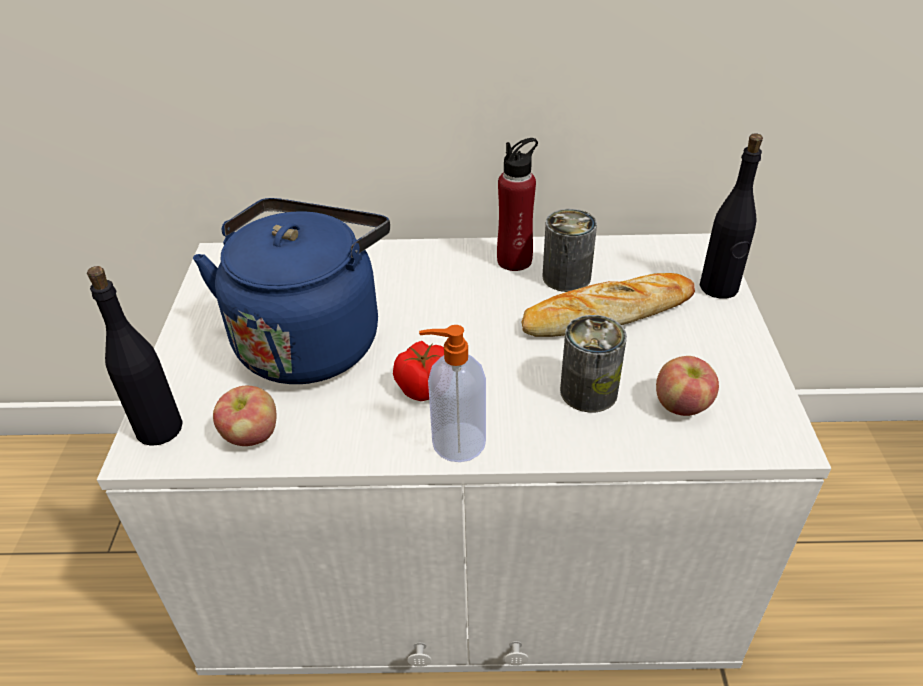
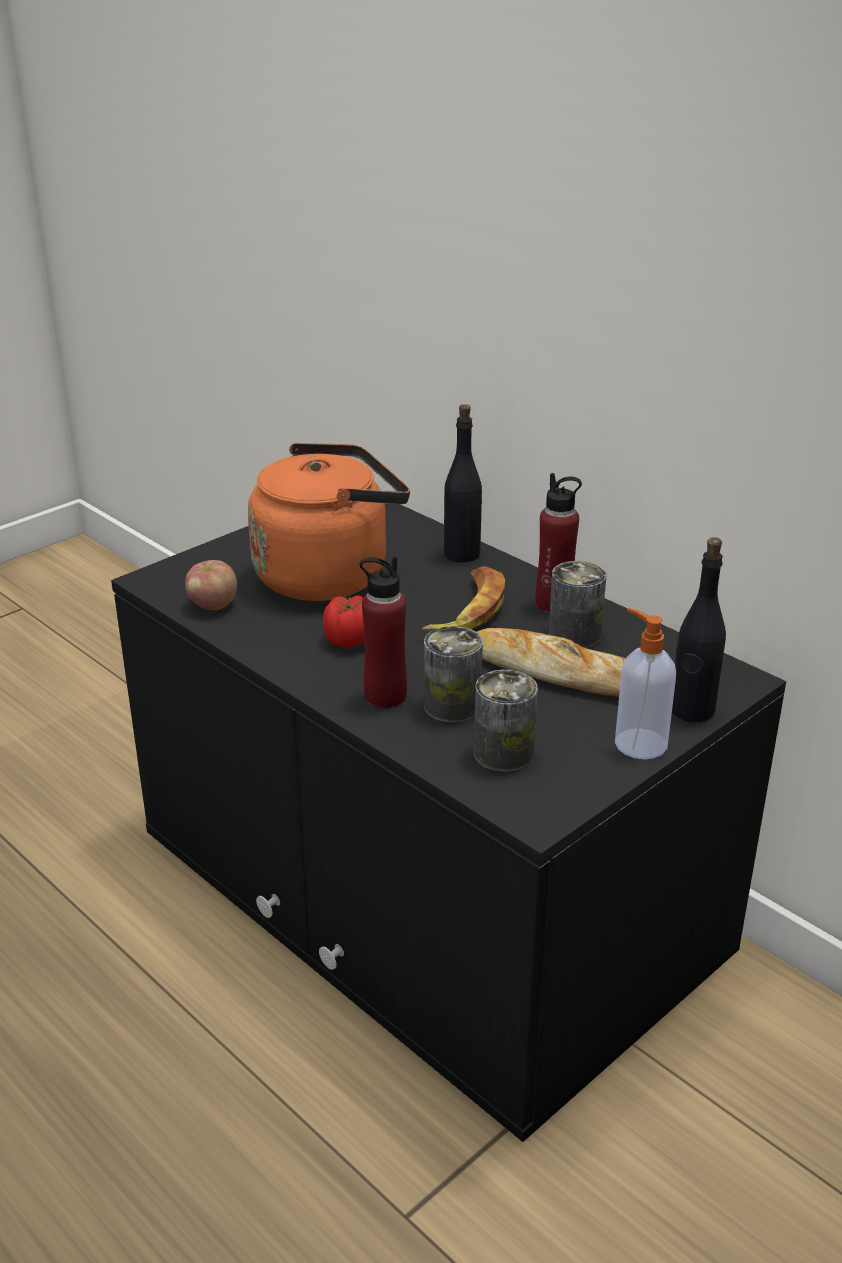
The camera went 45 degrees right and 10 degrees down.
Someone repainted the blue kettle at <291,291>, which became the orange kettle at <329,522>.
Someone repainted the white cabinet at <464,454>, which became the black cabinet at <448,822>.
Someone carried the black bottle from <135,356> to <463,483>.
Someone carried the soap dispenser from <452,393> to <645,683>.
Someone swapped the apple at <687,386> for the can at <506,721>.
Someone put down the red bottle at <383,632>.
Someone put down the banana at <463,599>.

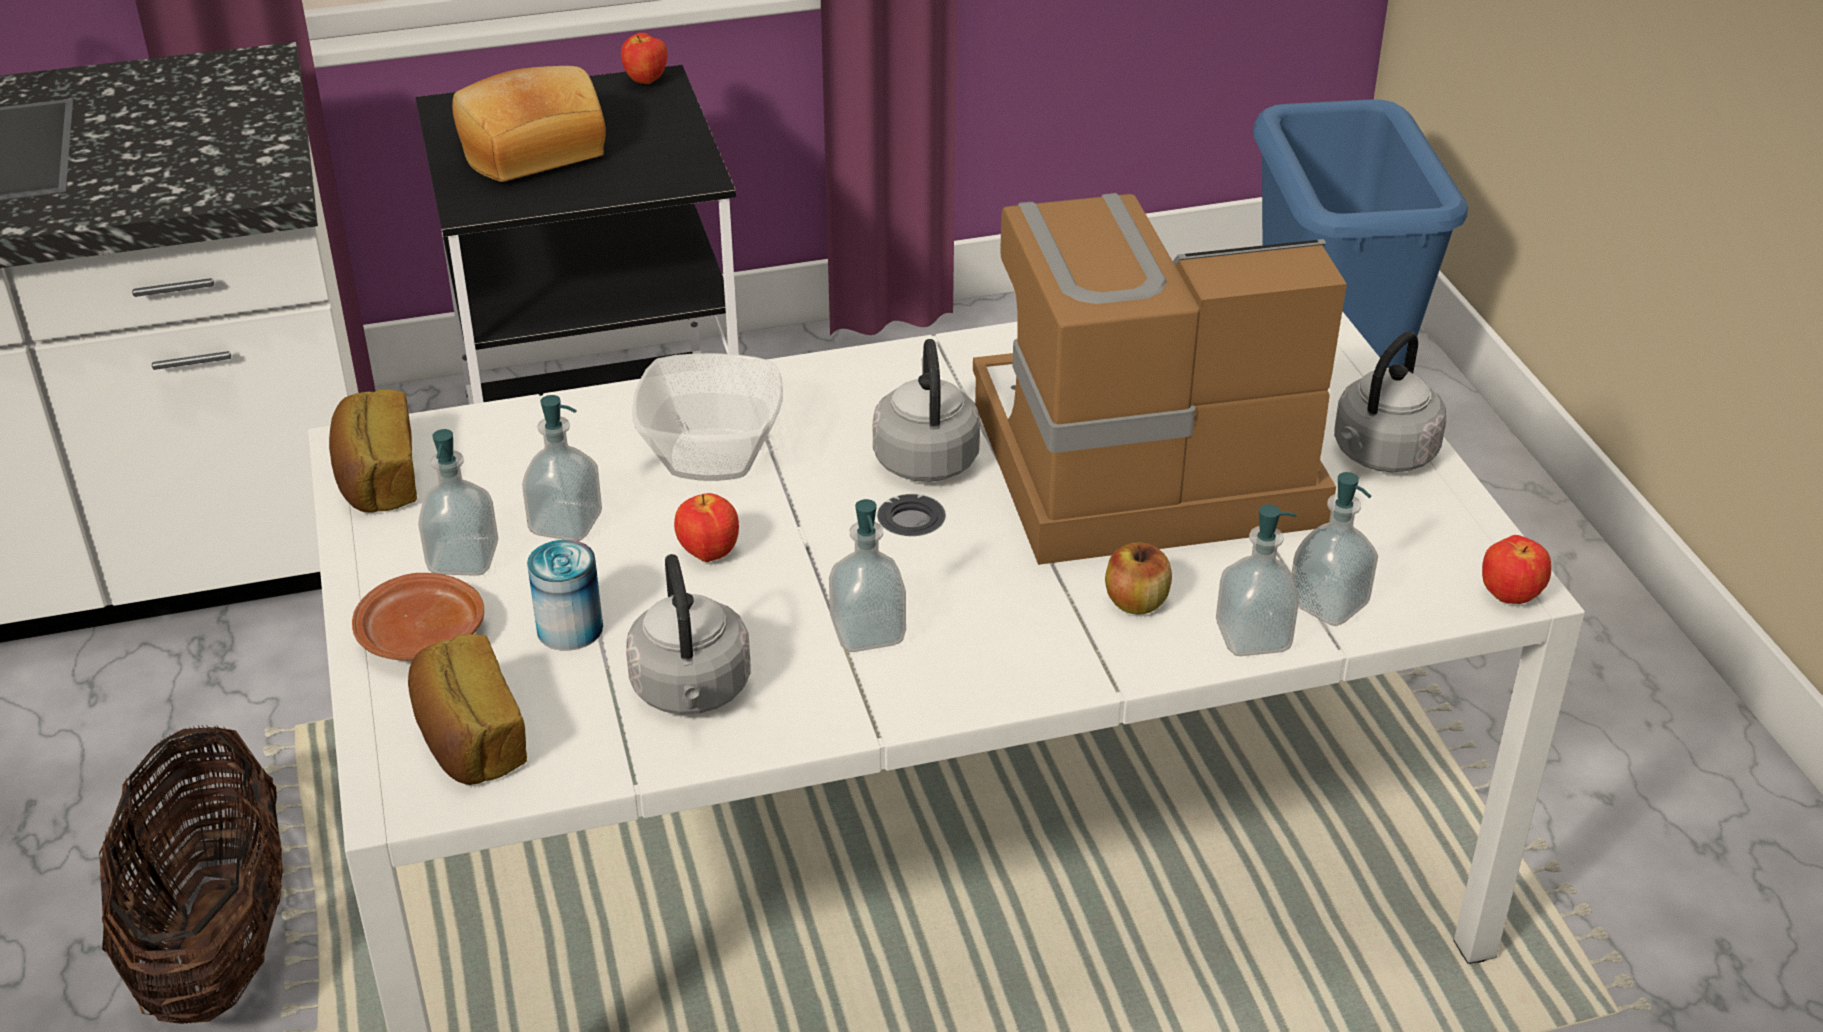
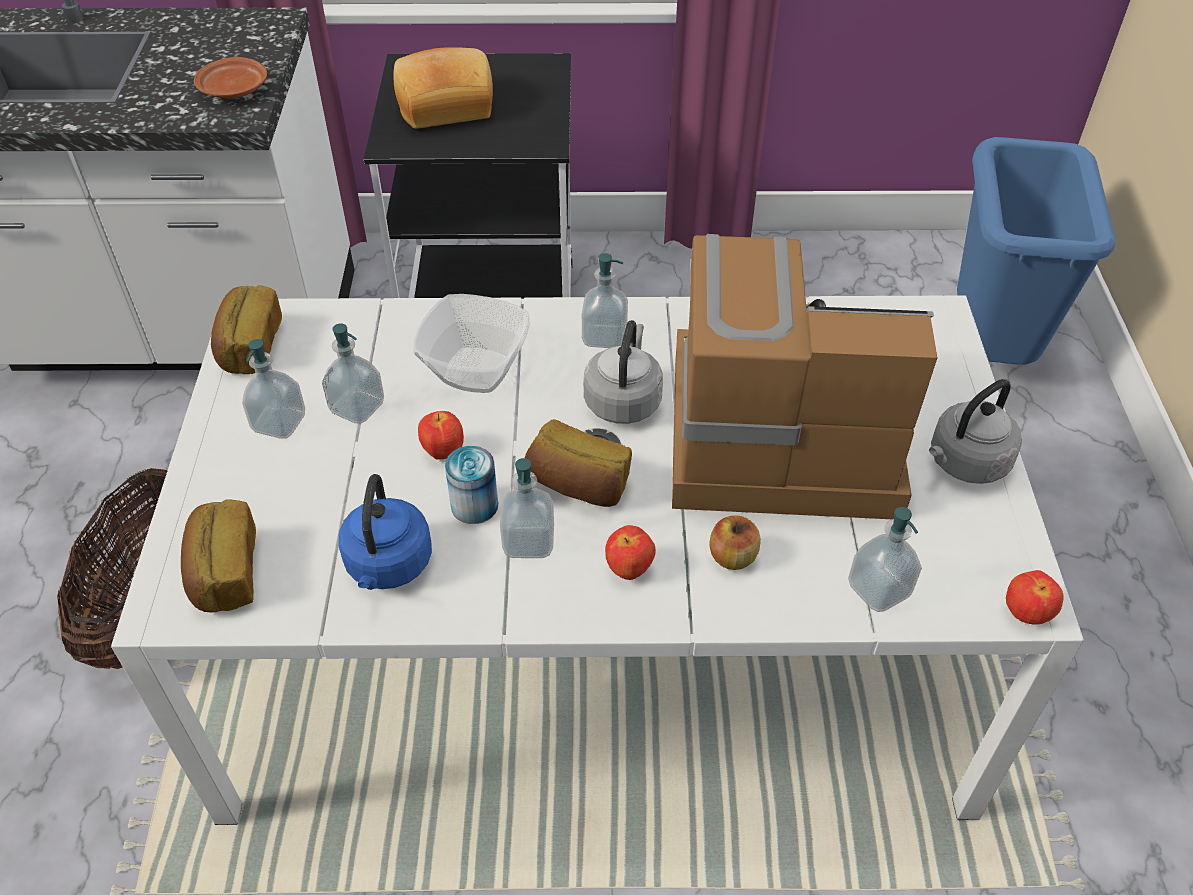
The camera went 15 degrees right and 10 degrees up.
Someone carried the apple from <644,58> to <630,552>.
Someone carried the soap dispenser from <1257,580> to <605,300>.
Someone carried the can from <565,595> to <471,485>.
Someone repainted the grey kettle at <688,634>, which became the blue kettle at <385,532>.
Someone carried the brown plate from <418,617> to <230,78>.
Someone put down the bread at <578,463>.

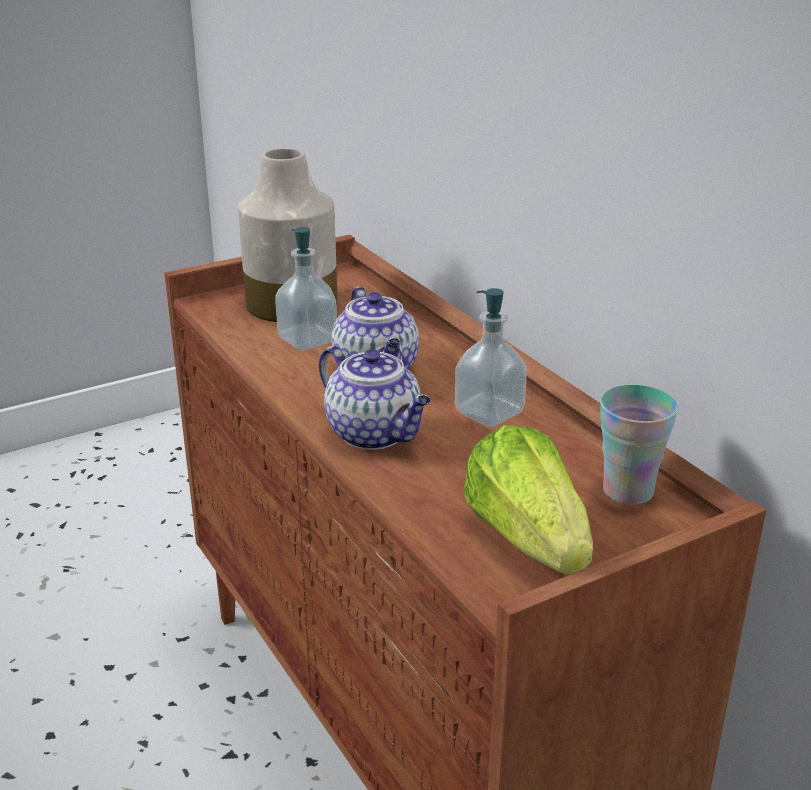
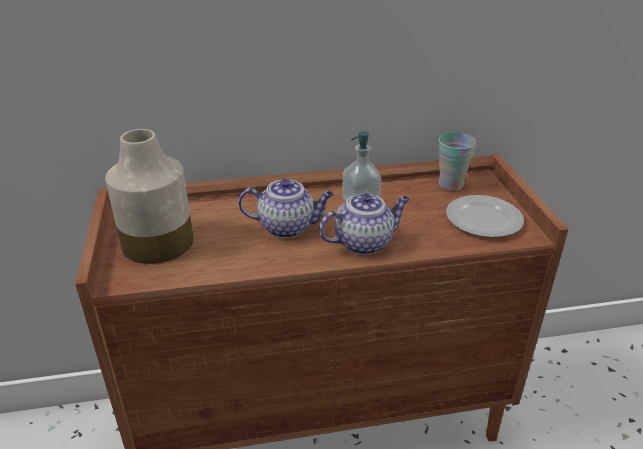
The camera went 70 degrees left and 5 degrees up.
Someone took away the soap dispenser at <306,289>.
Someone swapped the lettuce at <528,500> for the plate at <485,216>.

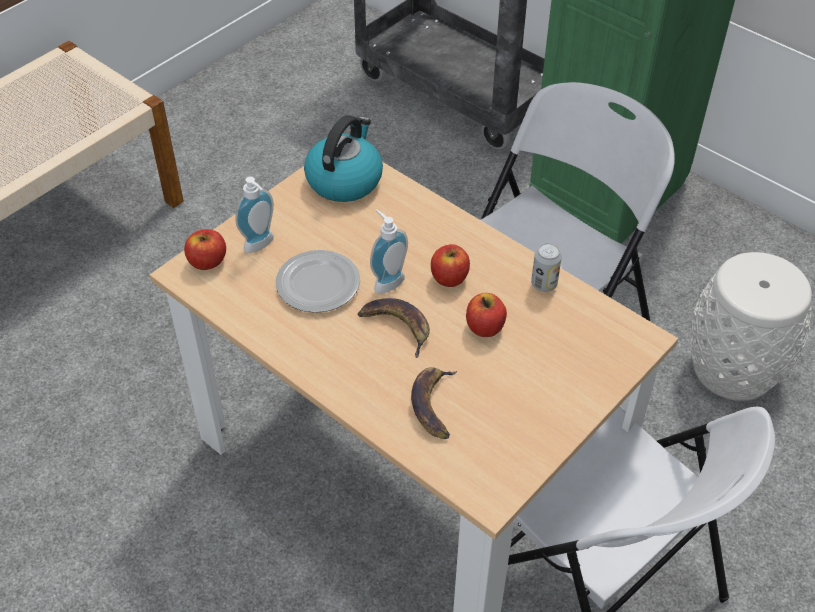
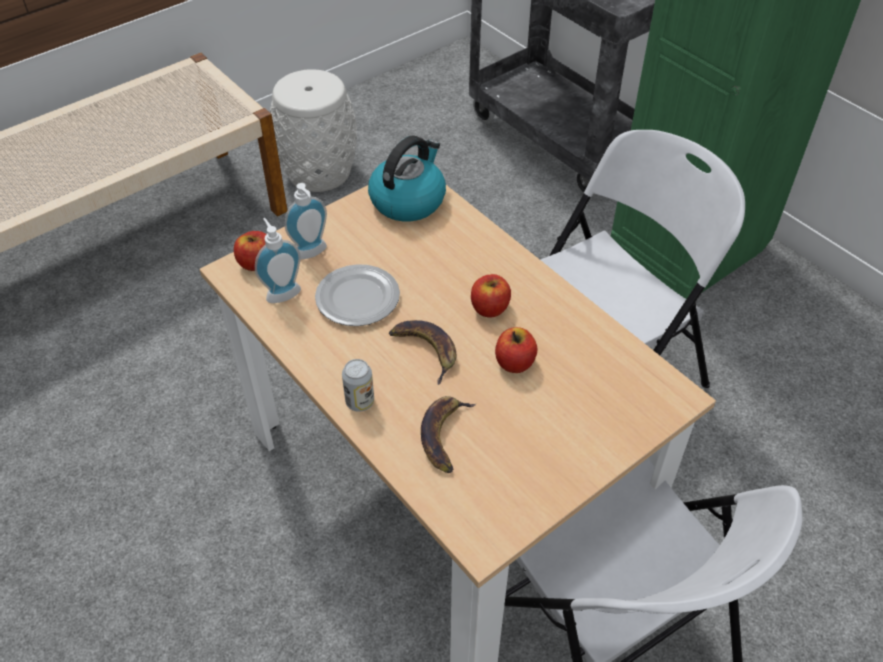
The camera went 10 degrees right and 0 degrees up.
Someone carried the soap dispenser from <389,251> to <278,260>.
Someone carried the can from <546,267> to <358,385>.
Someone carried the white stool from <751,326> to <313,130>.

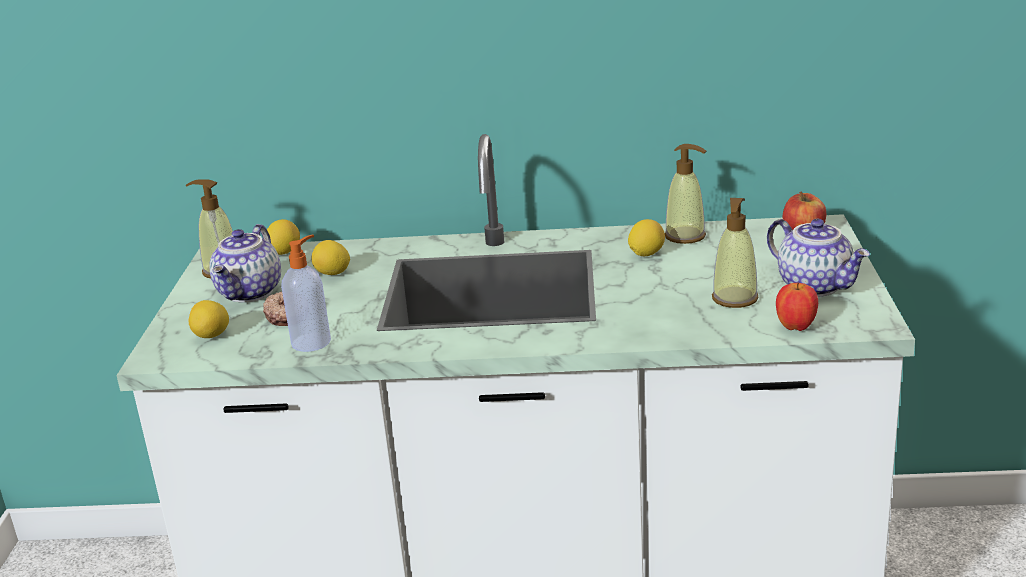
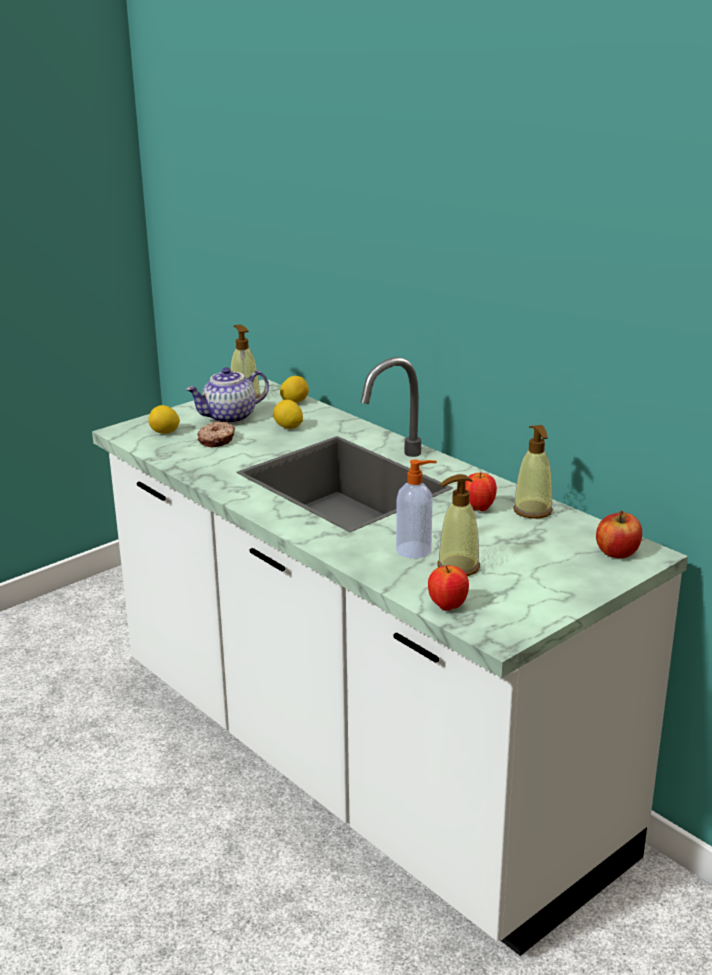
The camera went 45 degrees right and 0 degrees up.
Someone swapped the lemon at <646,237> for the apple at <481,491>.
Someone took away the teapot at <818,258>.
Someone carried the soap dispenser from <306,293> to <416,509>.

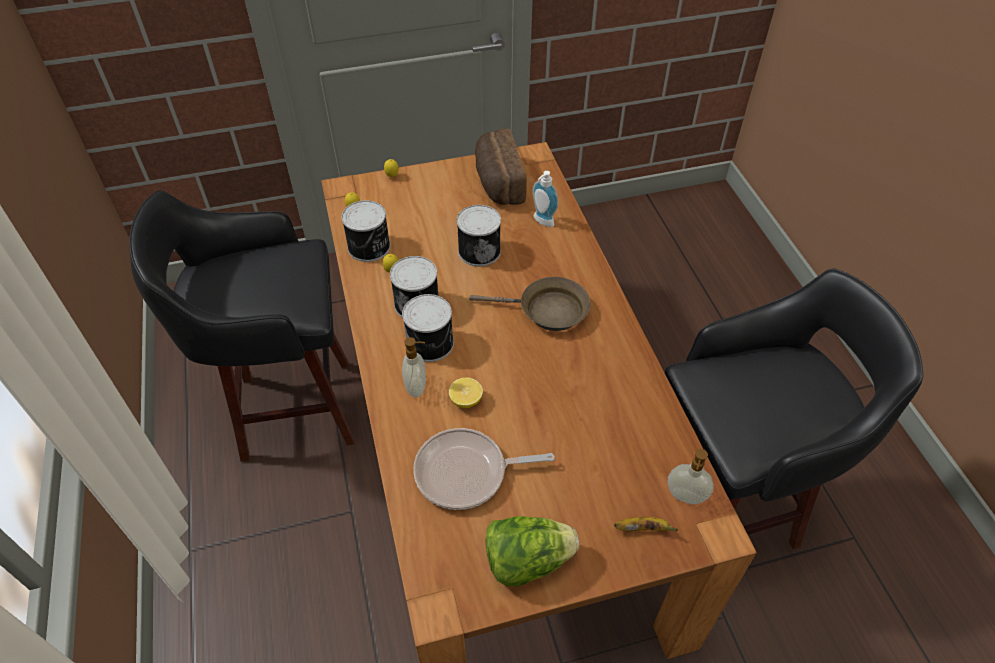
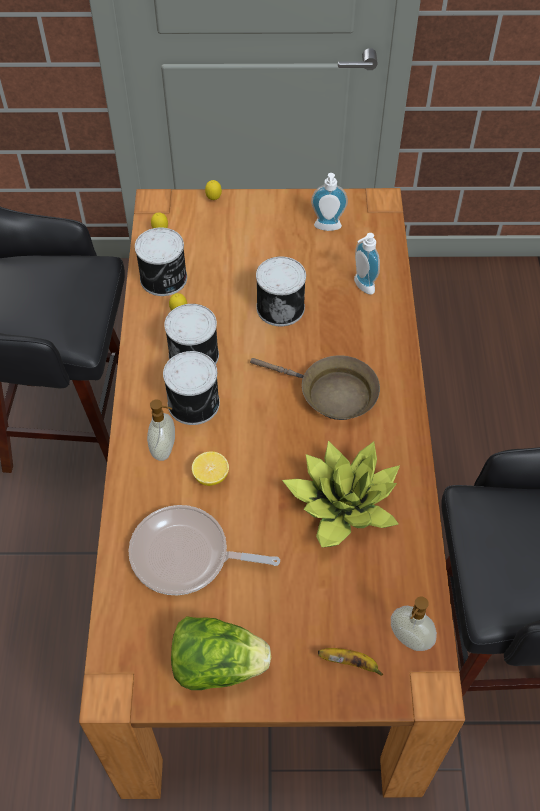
The camera went 15 degrees right and 5 degrees up.
Someone swapped the bread at <501,166> for the soap dispenser at <329,202>.
Someone put down the potted plant at <341,494>.

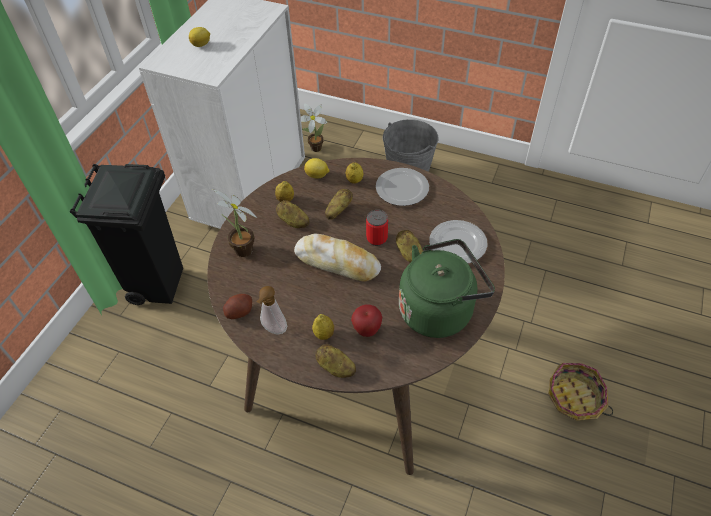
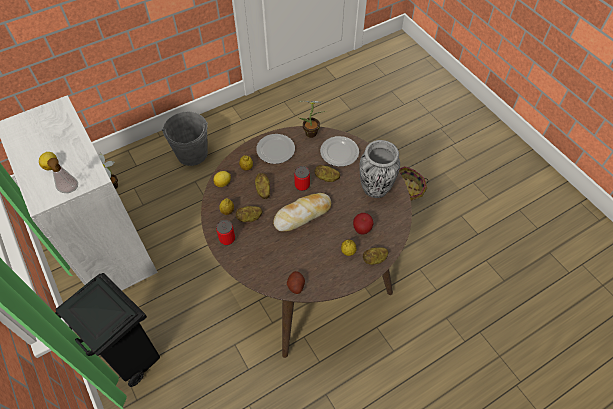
The camera went 55 degrees left and 5 degrees up.
Someone carried the potted plant from <234,223> to <311,119>.
Someone swapped the green kettle at <447,288> for the vase at <379,169>.
Someone carried the soap dispenser from <272,310> to <62,175>.
Someone put down the can at <225,232>.

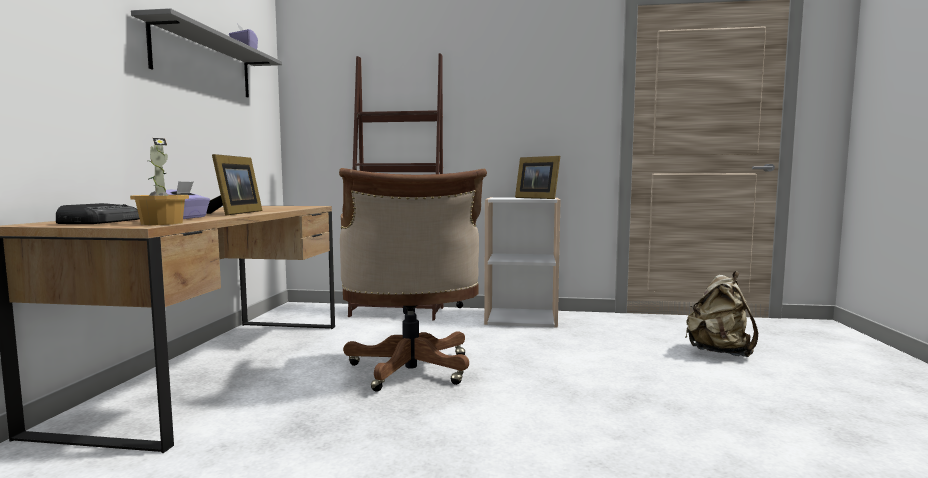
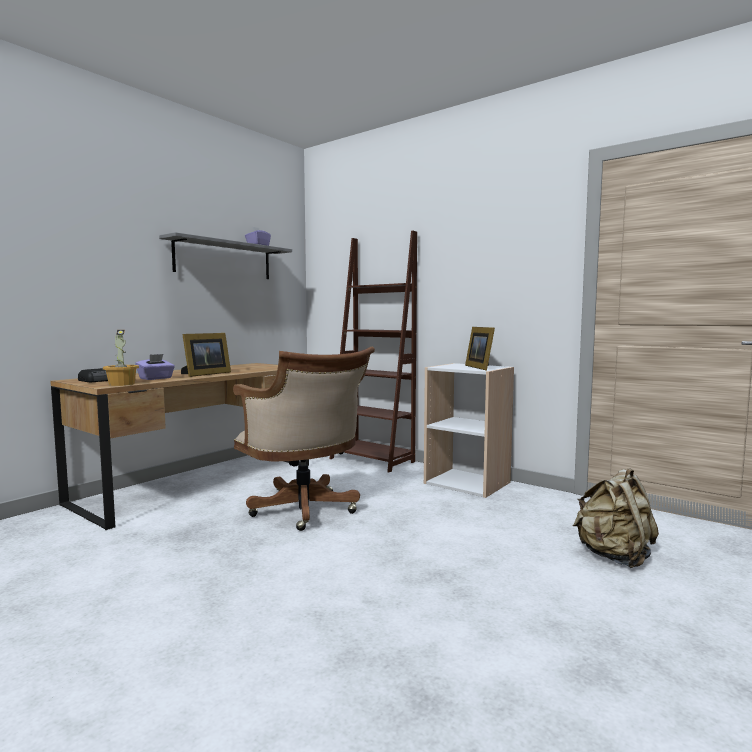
The camera went 30 degrees right and 0 degrees up.
Someone rotated the office chair at <413,280> by 60 degrees counterclockwise.

